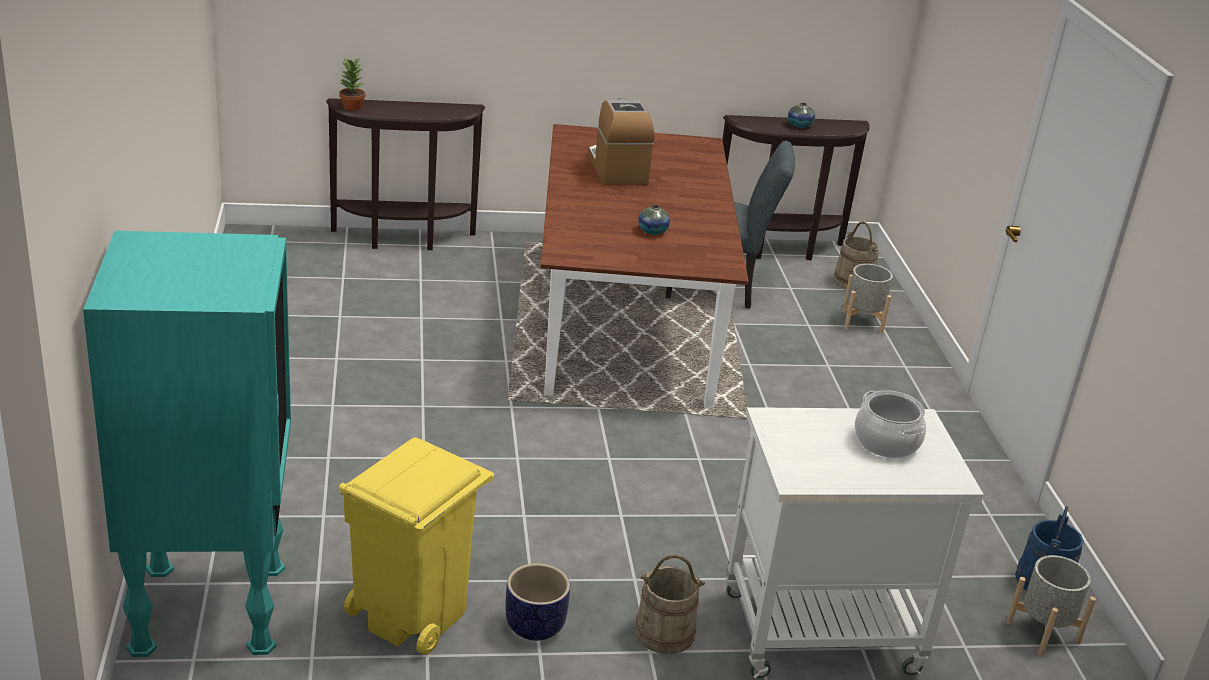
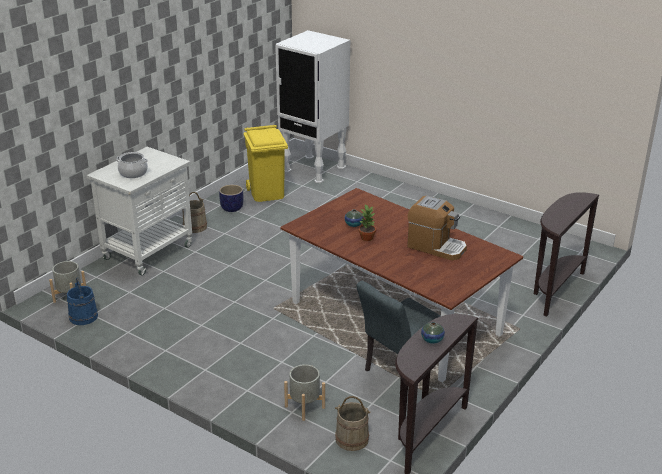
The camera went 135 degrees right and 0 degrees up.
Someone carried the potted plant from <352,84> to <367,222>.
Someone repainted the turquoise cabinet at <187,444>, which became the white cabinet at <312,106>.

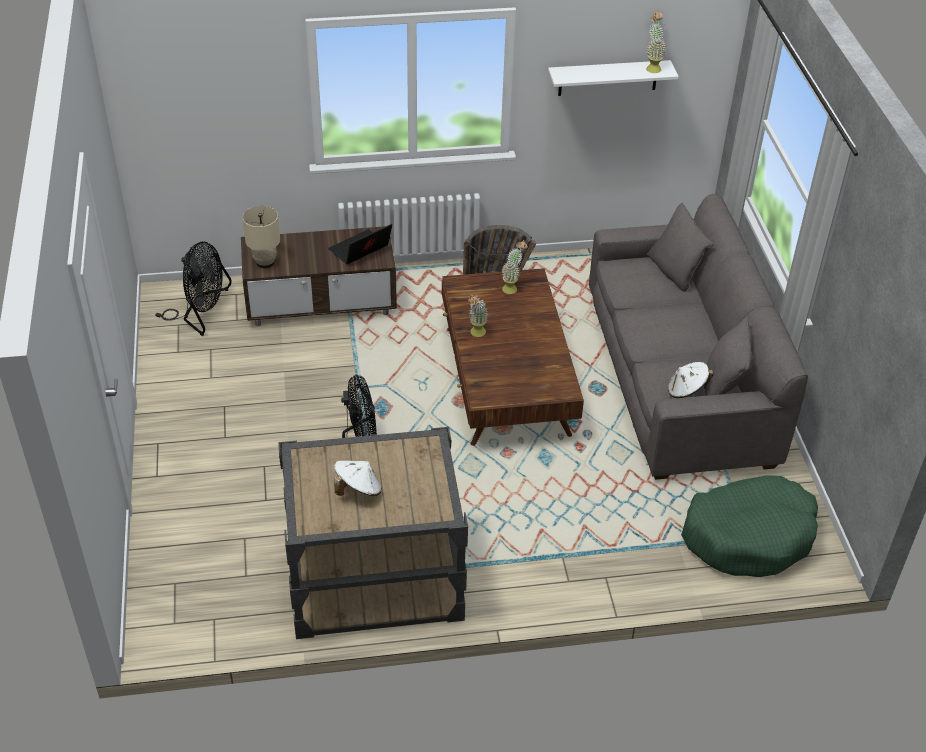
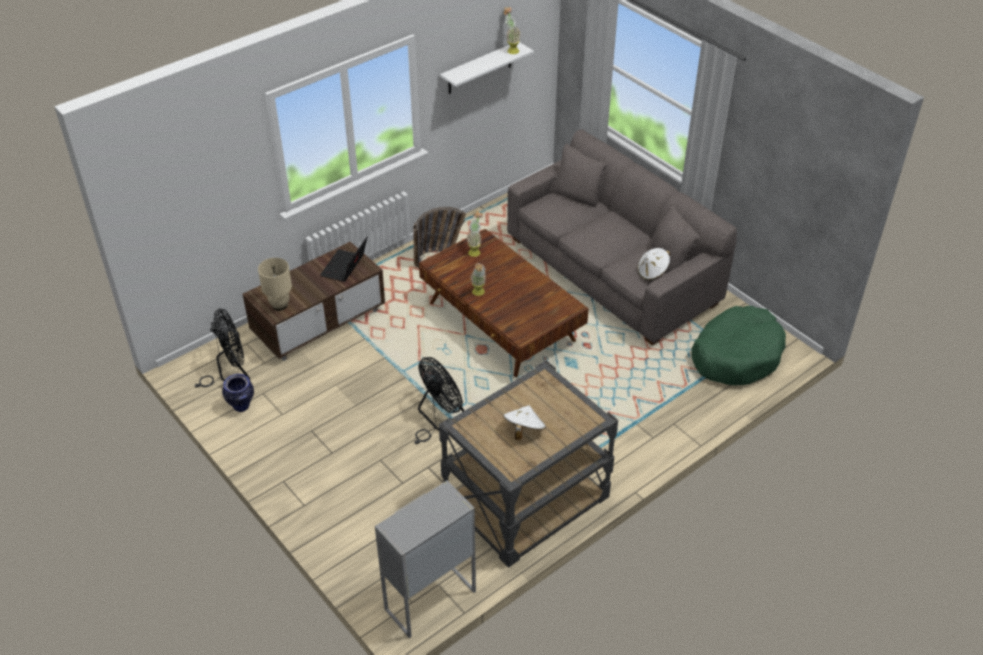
The camera went 30 degrees left and 0 degrees up.
Someone put down the vase at <238,393>.
Someone put down the grey cabinet at <425,559>.

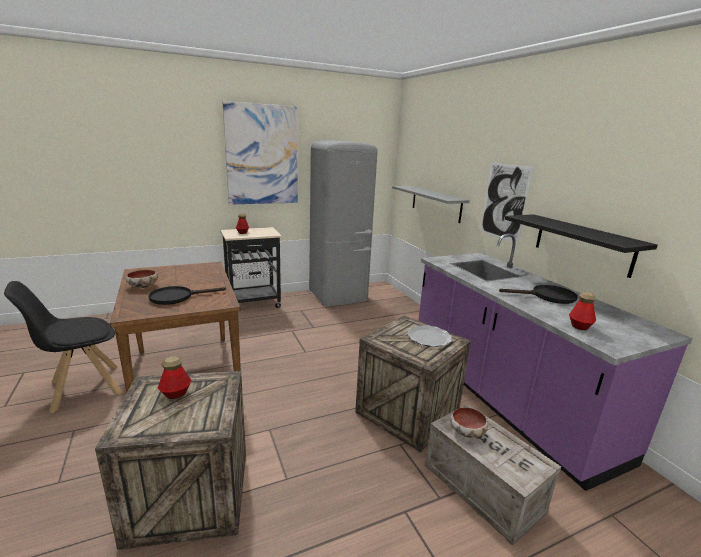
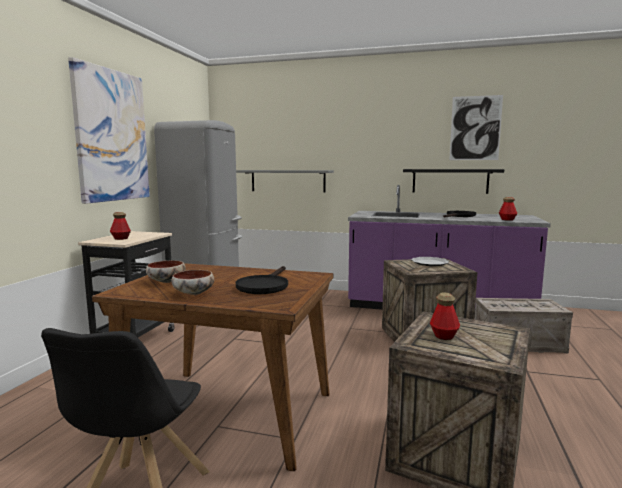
The camera went 50 degrees left and 10 degrees down.
Someone carried the picture from <506,202> to <476,127>.
Someone carried the bowl from <469,422> to <166,271>.

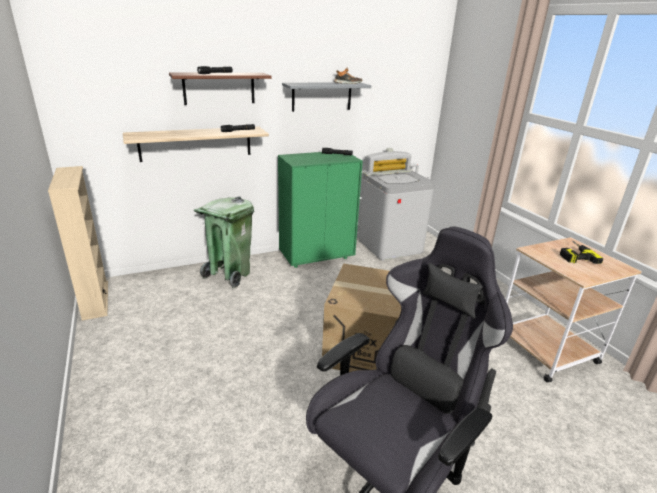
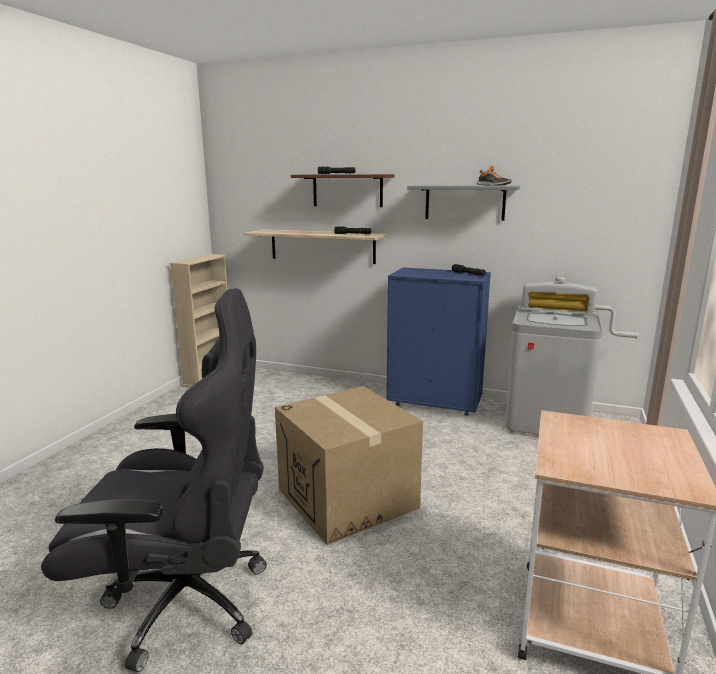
The camera went 45 degrees right and 10 degrees down.
Someone repainted the green cabinet at <320,210>, which became the blue cabinet at <438,342>.
Someone took away the green trash can at <224,242>.
Someone took away the power drill at <581,252>.

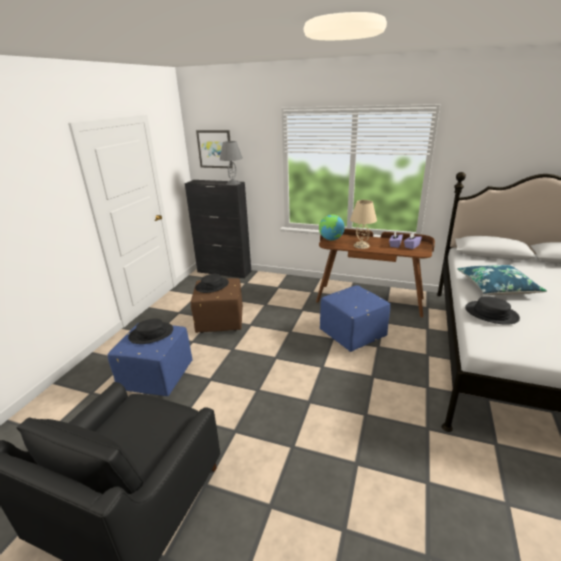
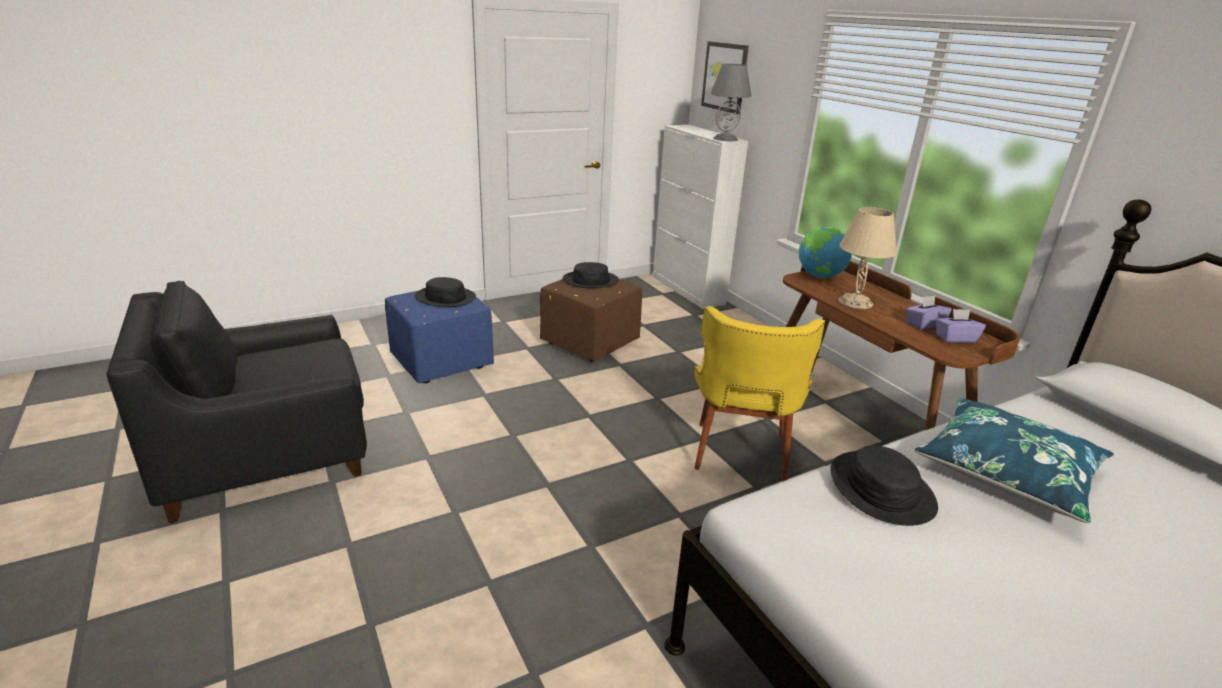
The camera went 40 degrees right and 0 degrees up.
Someone repainted the black cabinet at <218,229>, which became the white cabinet at <700,217>.
Someone swapped the blue ottoman at <355,318> for the yellow chair at <759,393>.

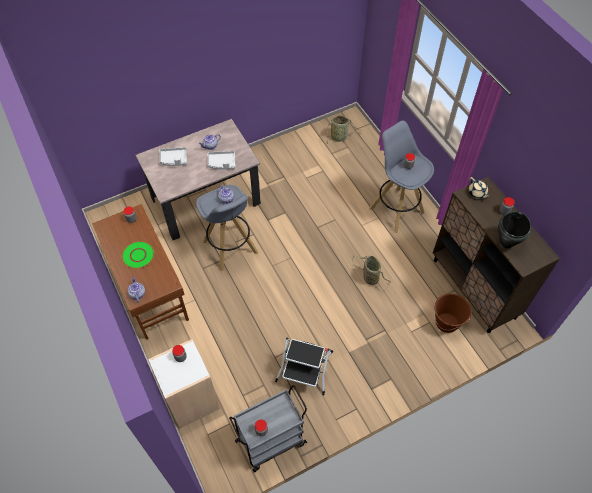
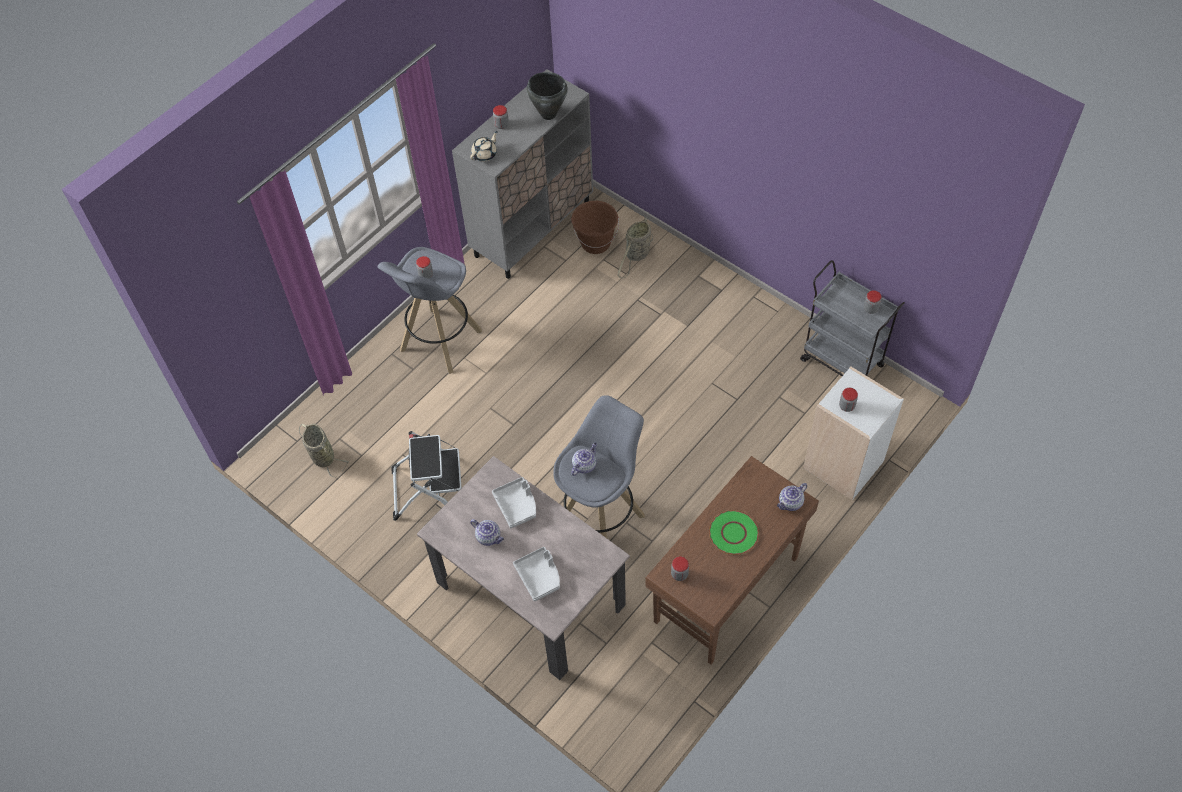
The camera went 110 degrees left and 0 degrees up.
Someone repainted the brown cabinet at <496,255>, which became the grey cabinet at <522,174>.
Someone carried the basket from <371,274> to <635,247>.
Someone carried the step ladder from <304,367> to <426,476>.

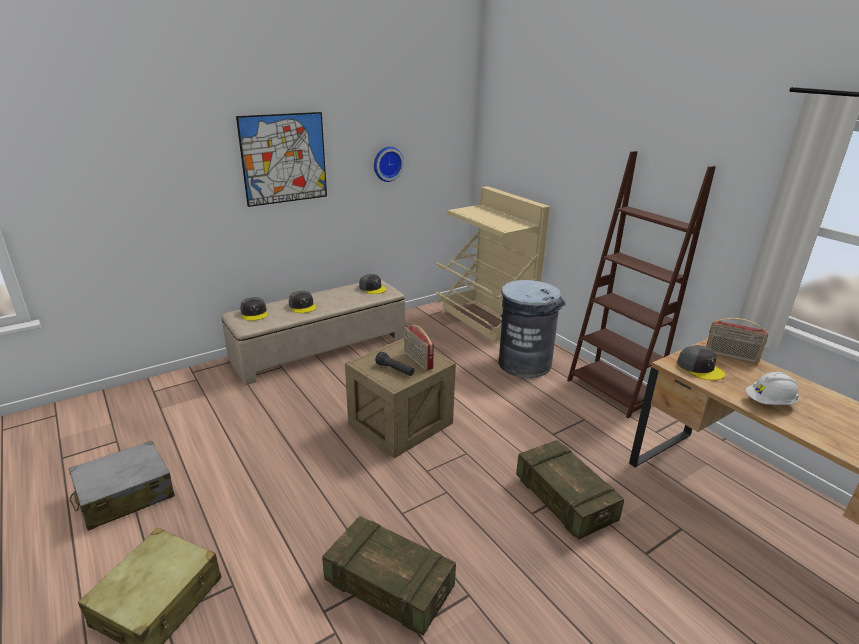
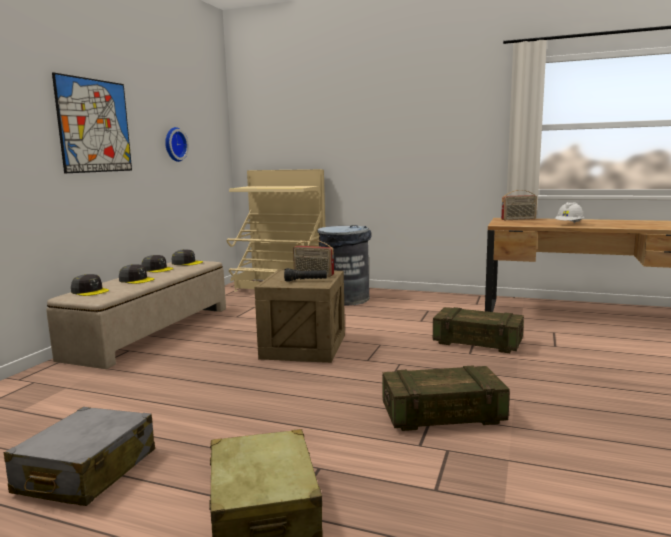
The camera went 35 degrees left and 15 degrees down.
Someone took away the brown bookcase at <641,284>.
Someone carried the grey cap from <701,362> to <157,264>.

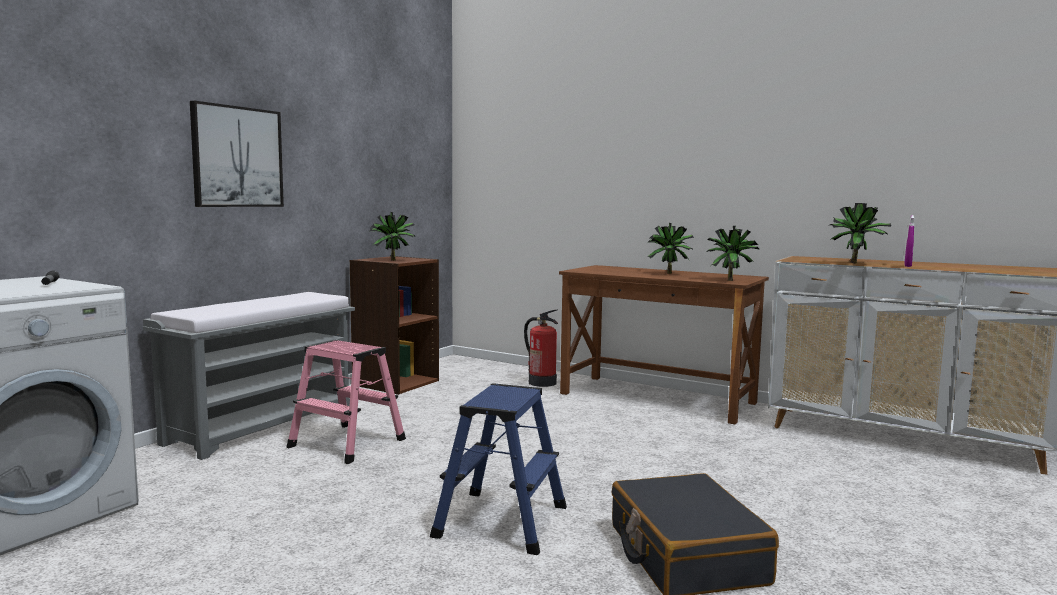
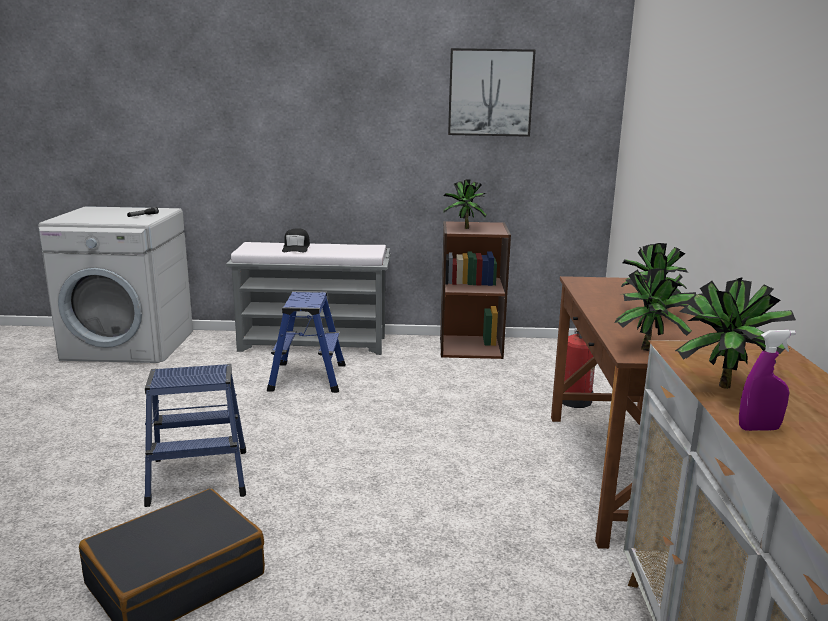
The camera went 60 degrees right and 10 degrees up.
Someone carried the picture from <237,154> to <492,92>.
Someone repainted the pink step ladder at <346,402>, which became the blue step ladder at <306,342>.
Someone put down the black cap at <296,240>.

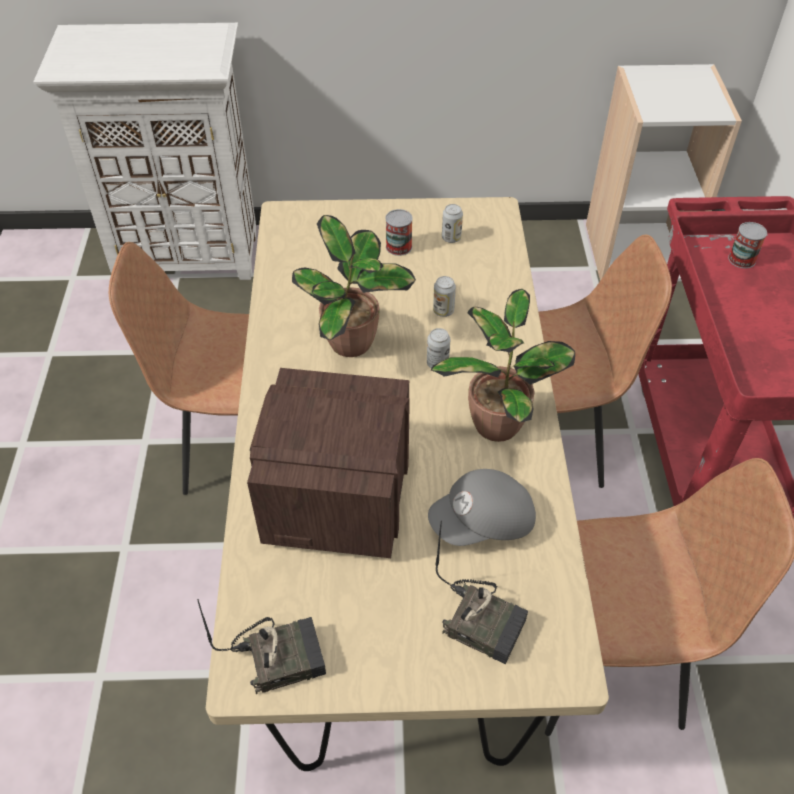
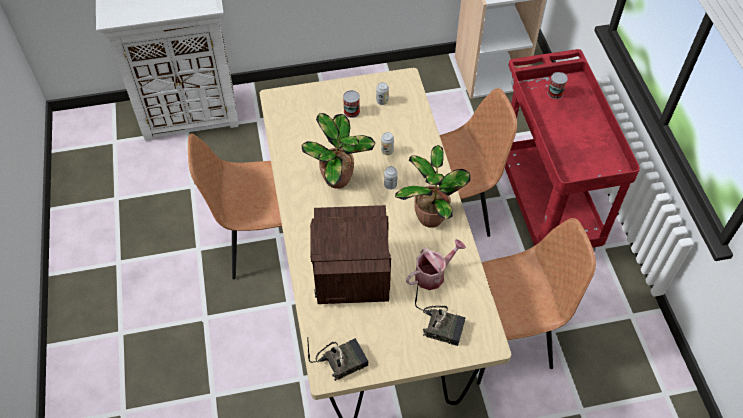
The camera went 10 degrees left and 5 degrees up.
Someone swapped the grey cap at <482,507> for the watering can at <436,264>.

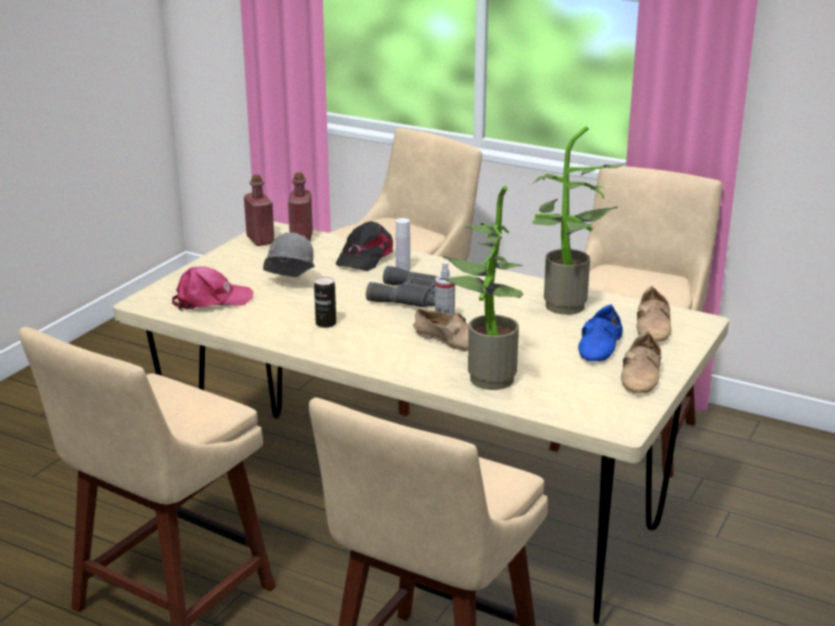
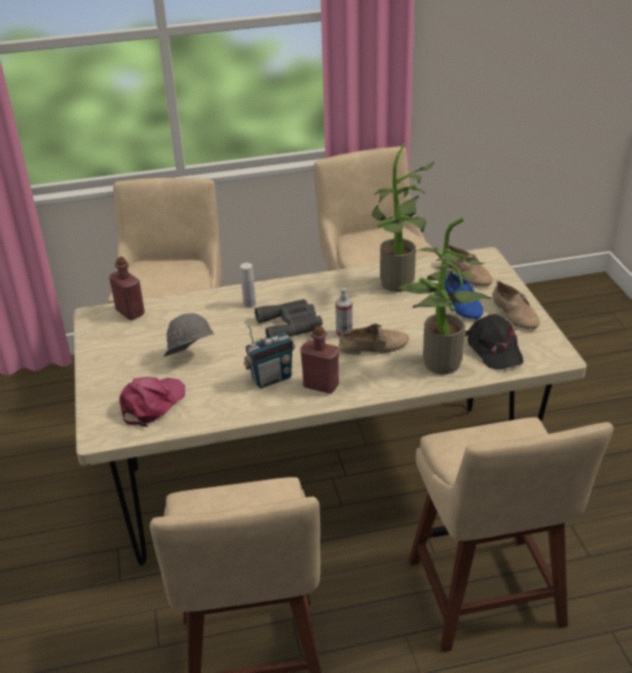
The camera went 40 degrees left and 10 degrees up.
Someone carried the red bottle from <259,210> to <319,360>.
Someone carried the black cap from <364,246> to <494,342>.
Someone swapped the can at <325,302> for the radio at <269,356>.

